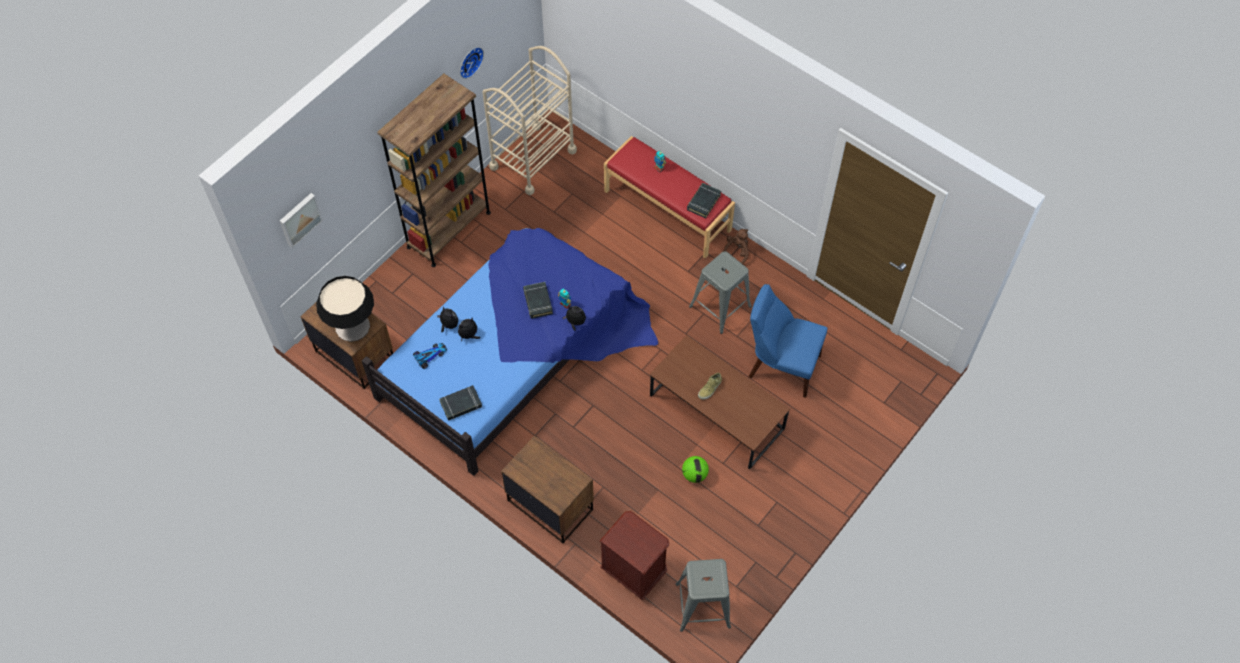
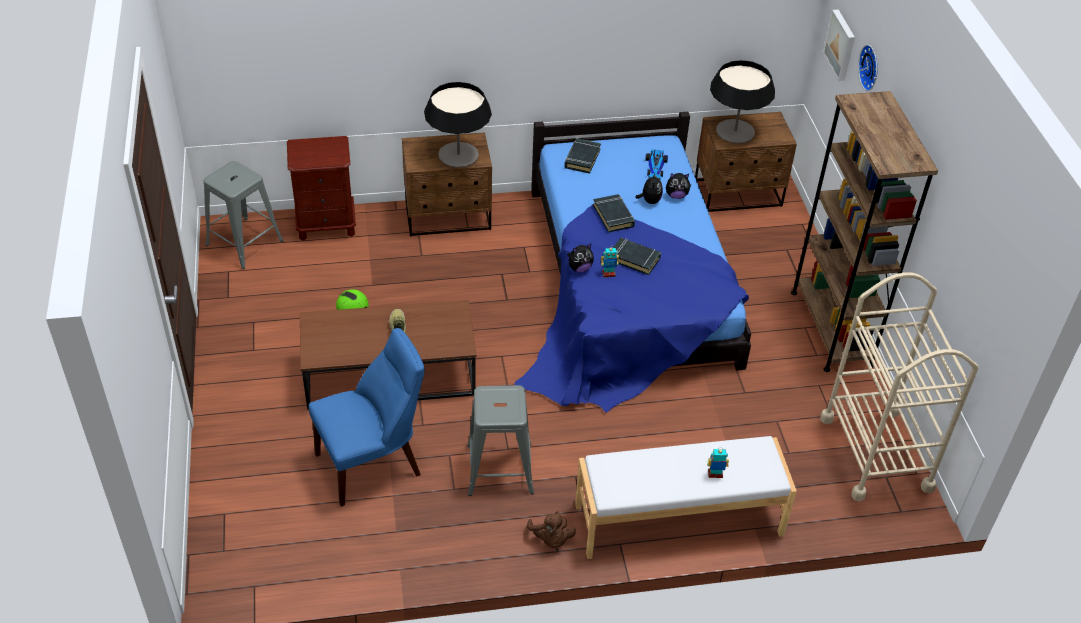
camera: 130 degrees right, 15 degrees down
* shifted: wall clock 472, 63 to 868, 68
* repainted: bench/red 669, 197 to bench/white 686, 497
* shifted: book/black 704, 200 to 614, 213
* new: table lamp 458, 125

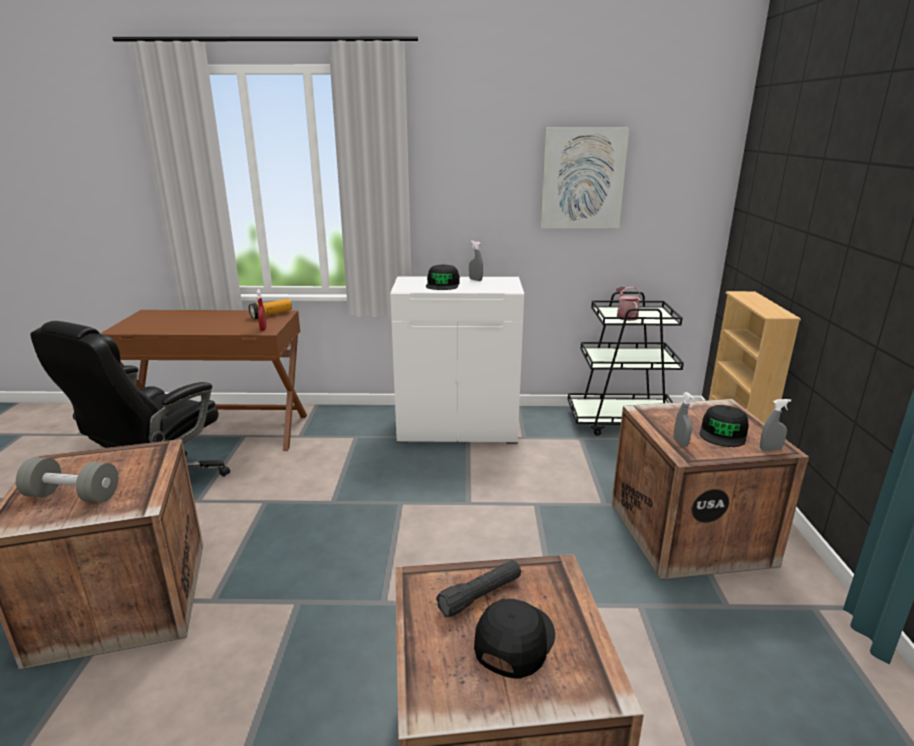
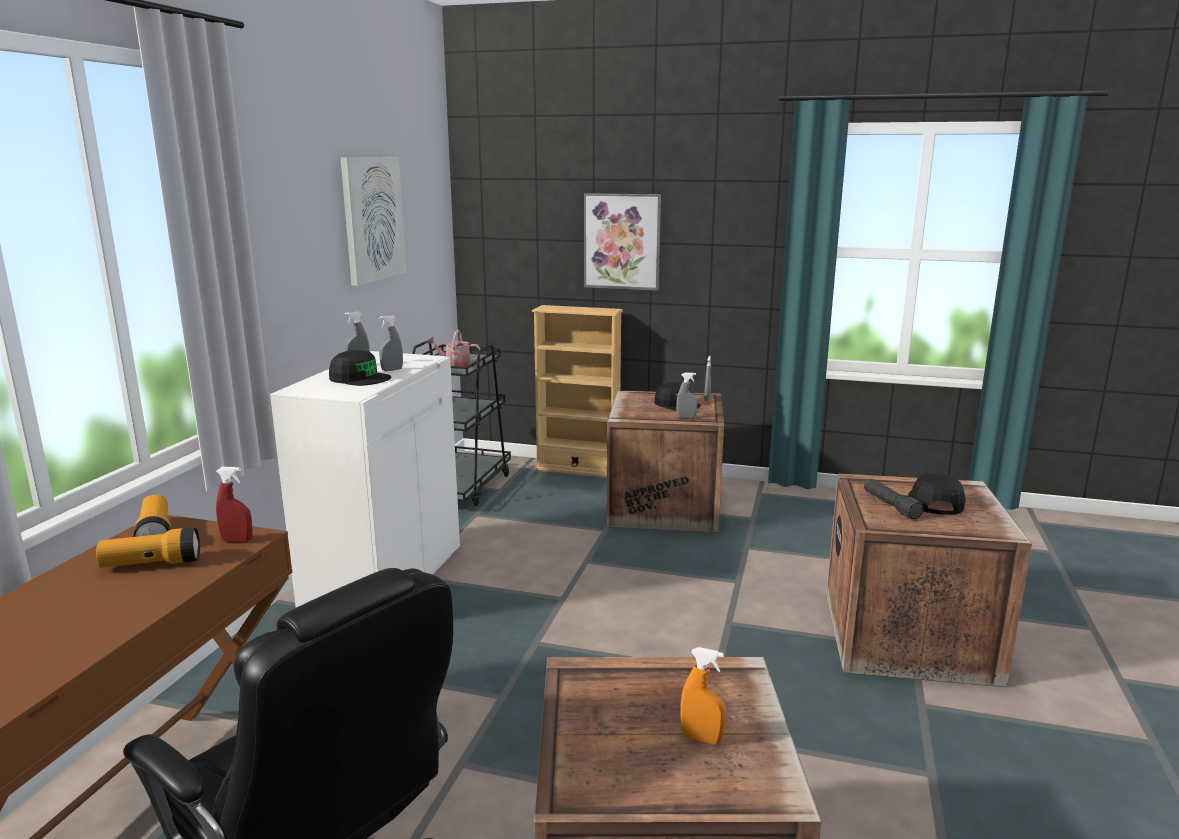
camera: 75 degrees left, 5 degrees down
* swapped: dumbbell/grey 67, 480 to spray bottle/orange 703, 695
* rotated: cap/black 514, 639 = 937, 494 60 degrees clockwise
* new: picture 622, 242
* new: spray bottle/grey 391, 343
* new: flashlight 148, 547

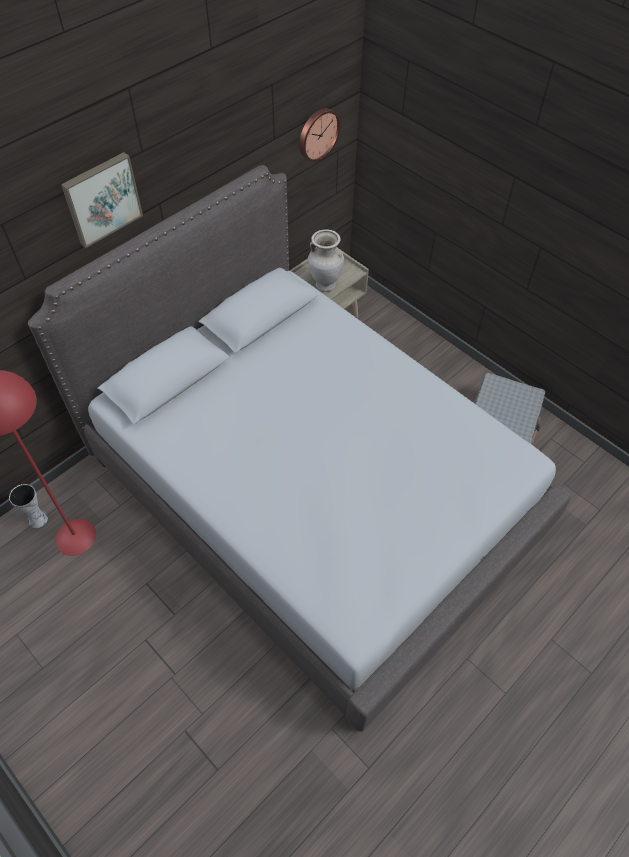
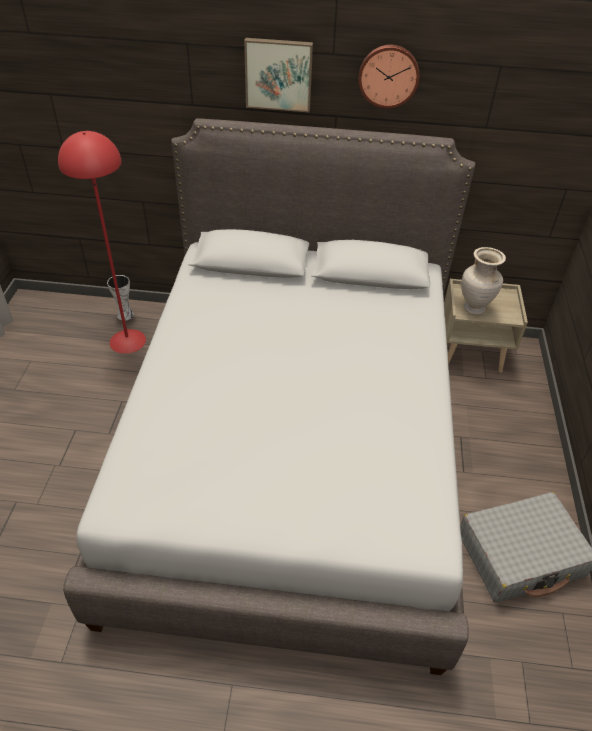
camera: 50 degrees right, 10 degrees down
* shifted: wall clock 320, 135 to 389, 77

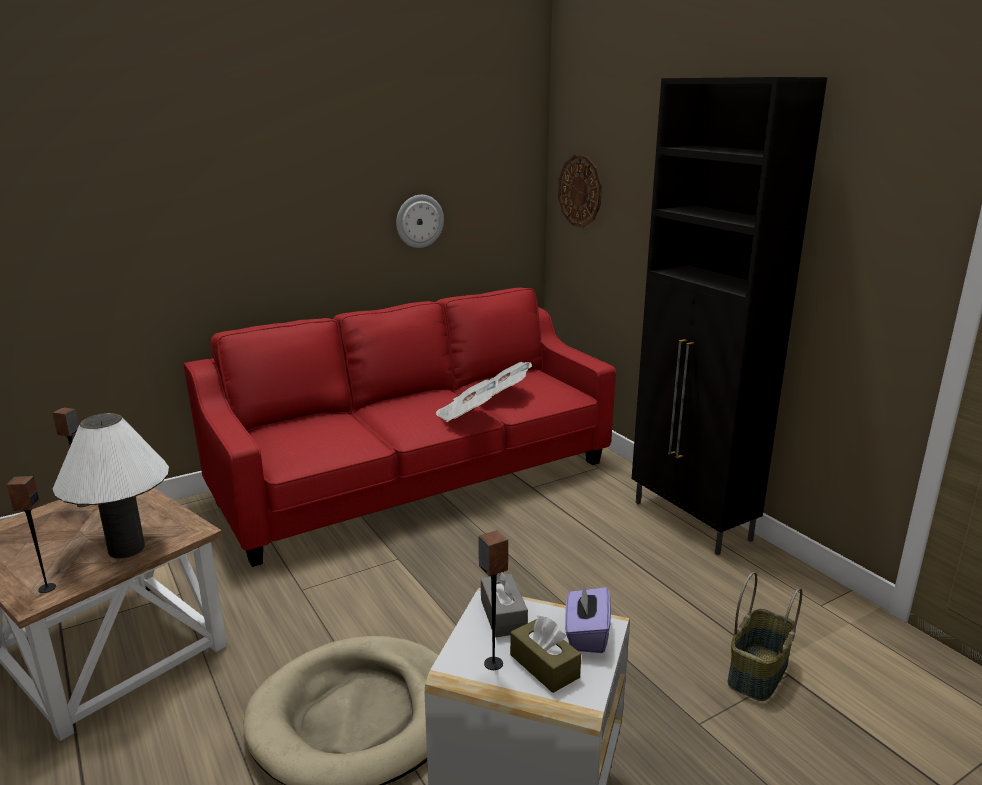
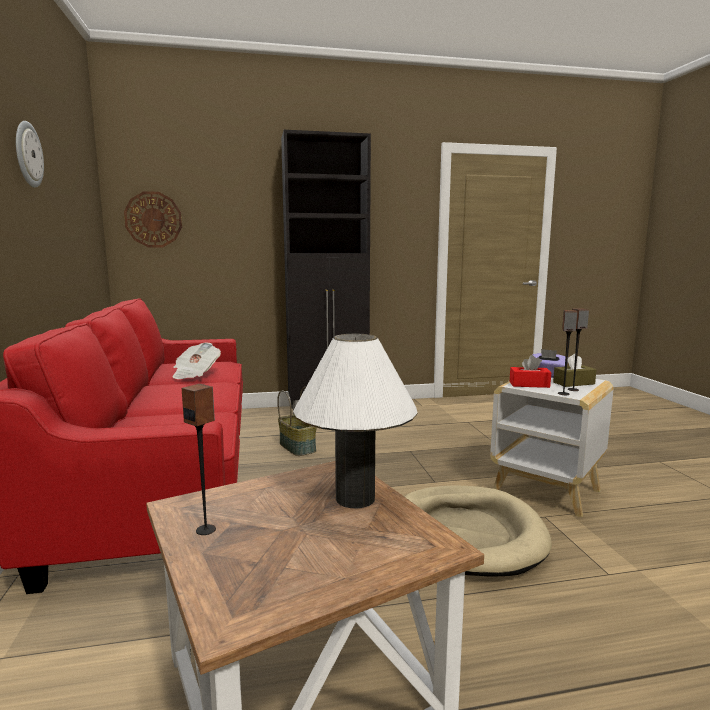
camera: 70 degrees left, 10 degrees down
* shifted: wall clock 420, 221 to 30, 154
* gone: newspaper 467, 401
* shifted: speaker 31, 534 to 567, 352
* repainted: tissue box/grey 504, 605 to tissue box/red 530, 371
* shifted: basket 765, 636 to 297, 421

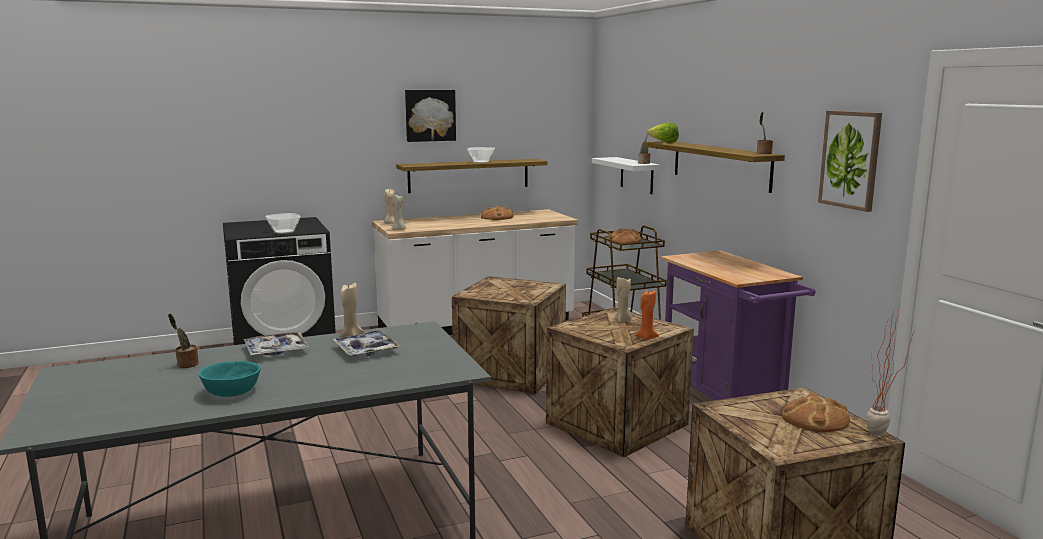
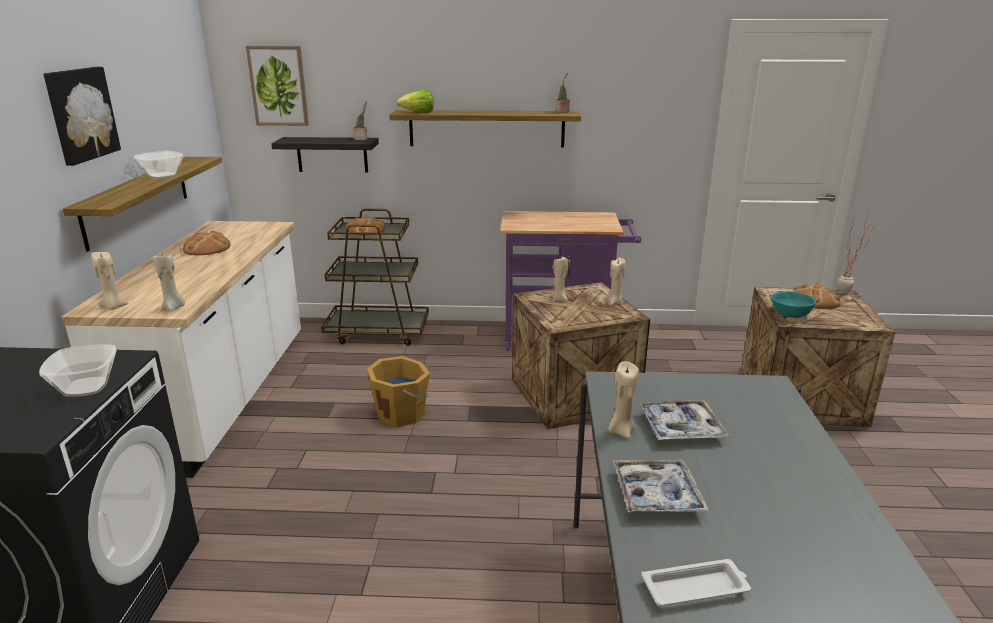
camera: 65 degrees left, 10 degrees up
* shifted: picture 850, 161 to 277, 86
* repainted: shelf/white 626, 175 to shelf/black 325, 155
* swapped: crate 509, 335 to bucket/orange 398, 391
* repainted: candle/orange 647, 315 to candle/beige 615, 281
* swapped: potted plant 183, 340 to tray/white 696, 582
* shifted: bowl/turquoise 230, 379 to 793, 304

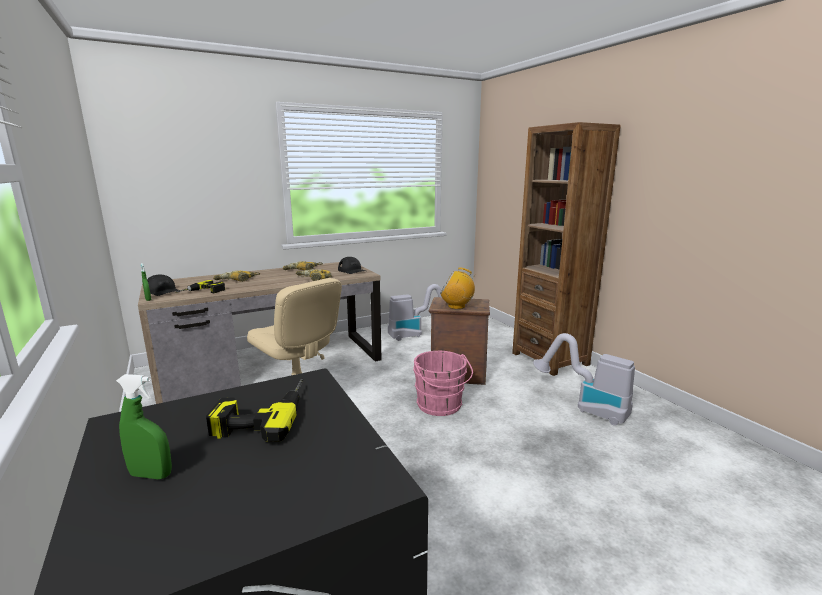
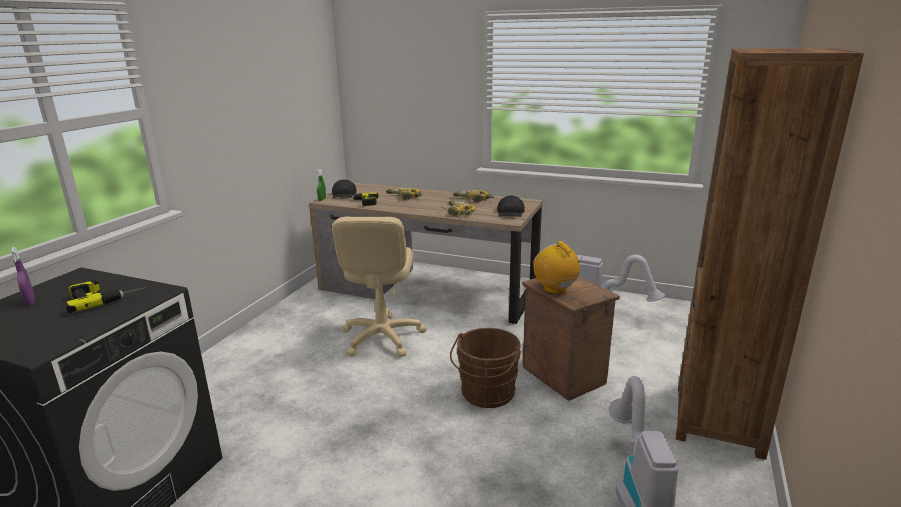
camera: 50 degrees right, 5 degrees up
* repainted: bucket/pink 443, 383 to bucket/brown 485, 368
* repainted: spray bottle/green 144, 426 to spray bottle/purple 23, 276

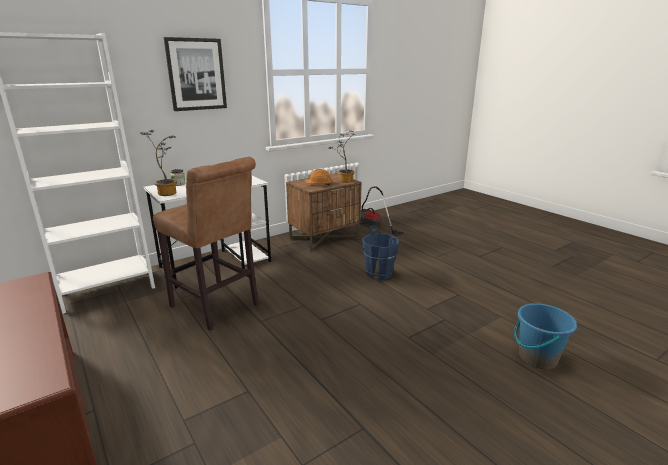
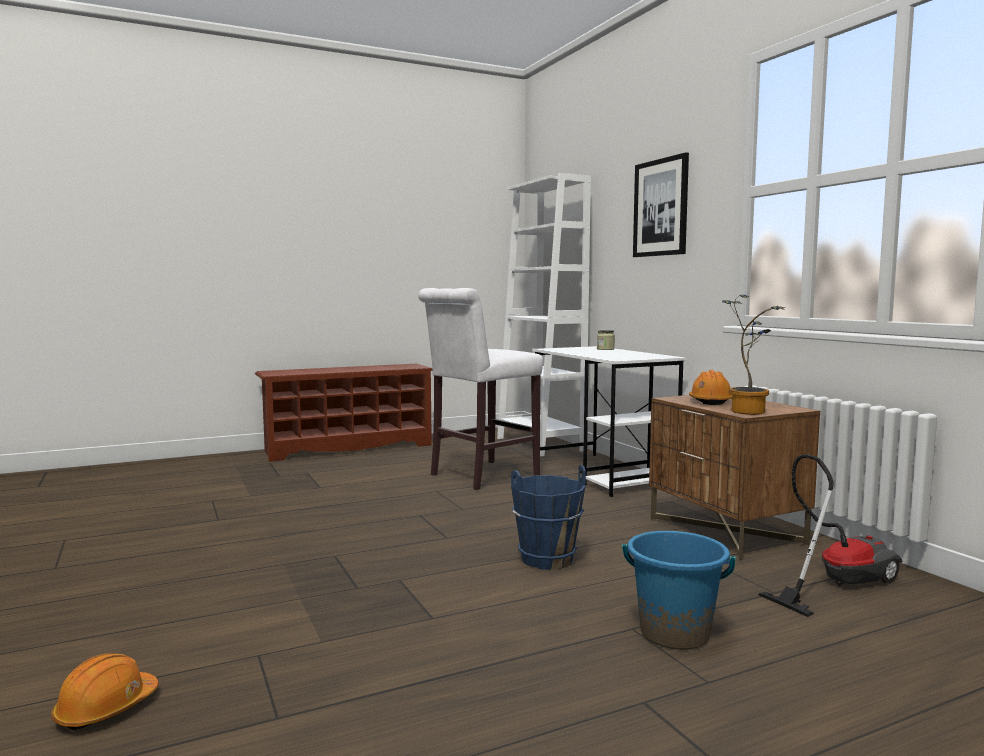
camera: 100 degrees right, 15 degrees down
* gone: potted plant 158, 163
* repainted: stool/brown 206, 244 to stool/white 480, 389
* shifted: bucket/blue 545, 336 to 678, 590
* new: hard hat/orange 105, 692

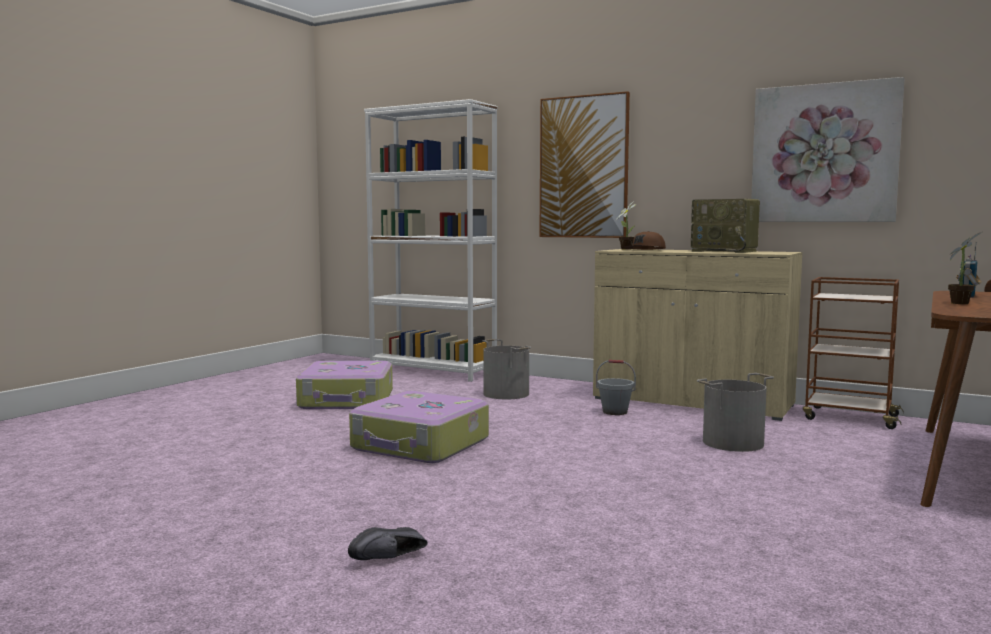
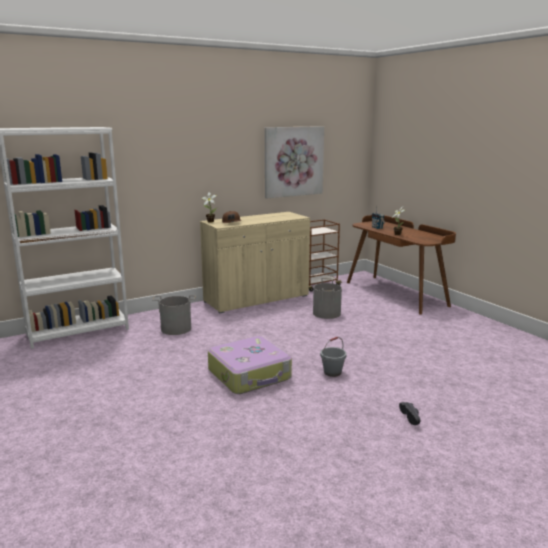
camera: 60 degrees left, 10 degrees up
* gone: picture 584, 164
* gone: radio 725, 226
* shifted: bucket/grey 616, 387 to 333, 357
* gone: suitcase 344, 385

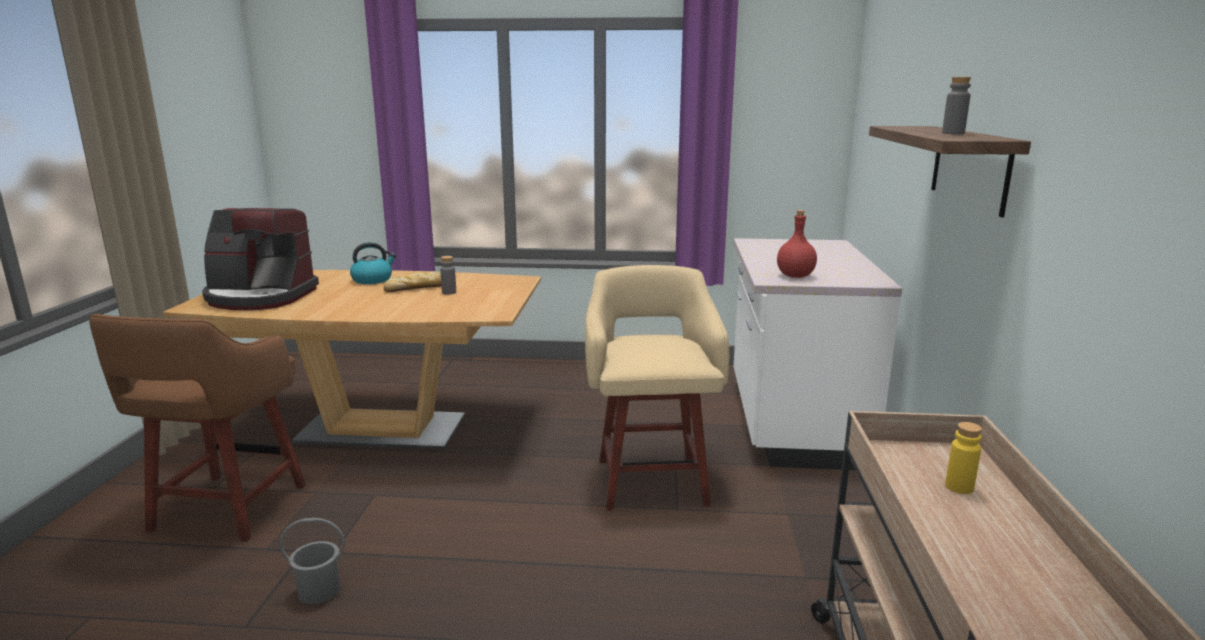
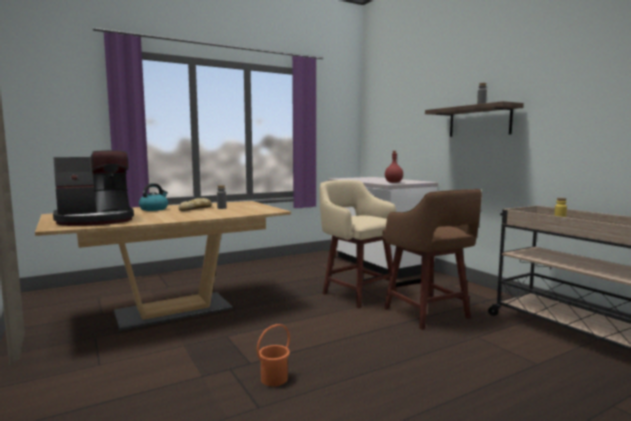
camera: 35 degrees left, 10 degrees down
* shifted: stool/brown 197, 428 to 432, 259
* repainted: bucket/grey 312, 561 to bucket/orange 273, 355

